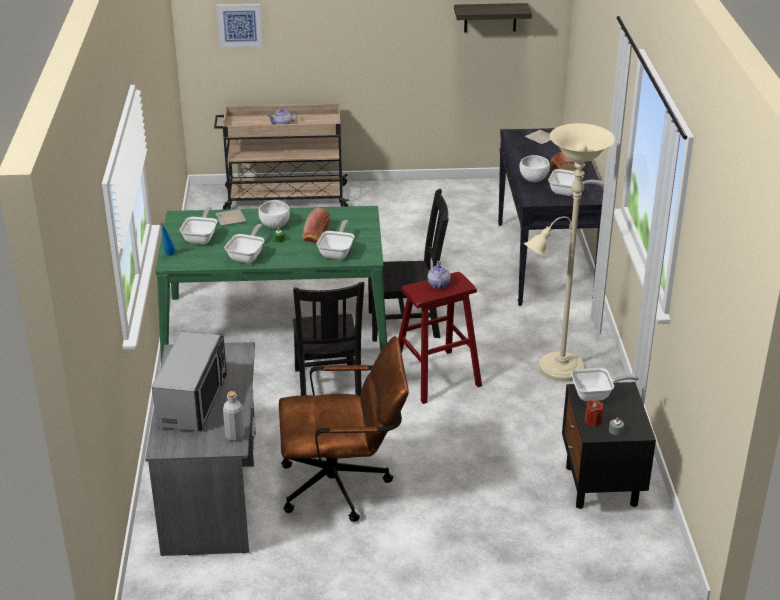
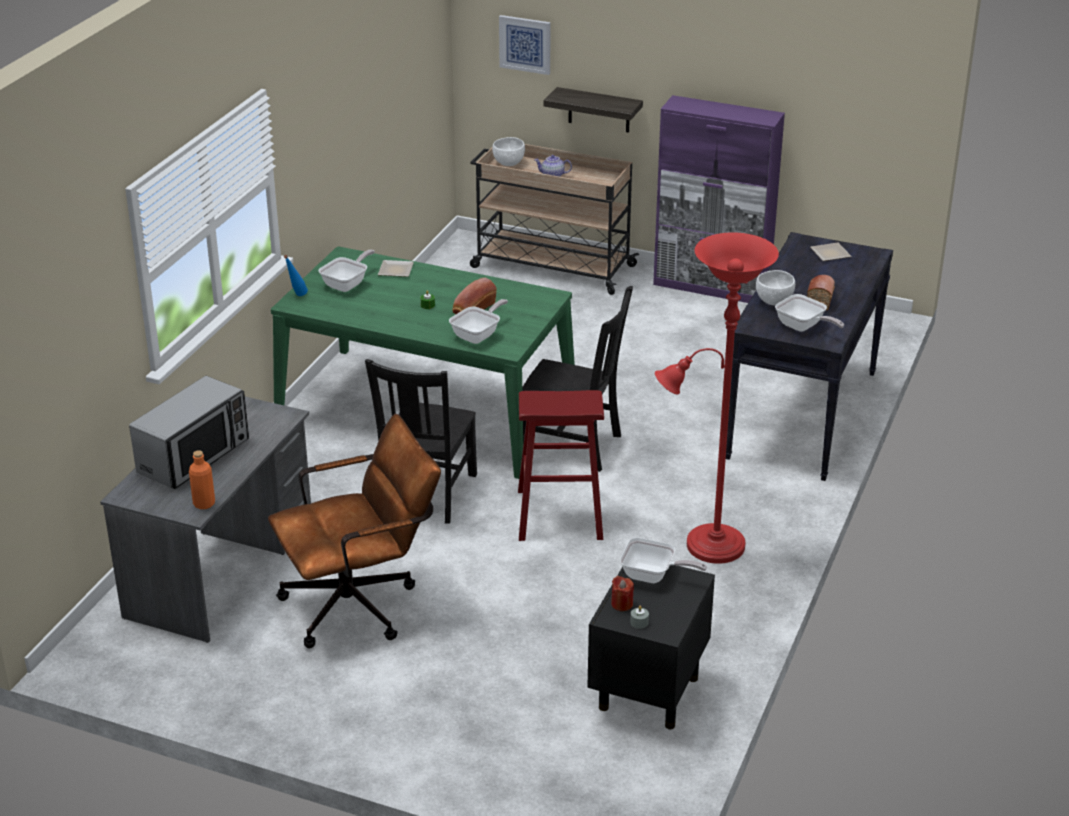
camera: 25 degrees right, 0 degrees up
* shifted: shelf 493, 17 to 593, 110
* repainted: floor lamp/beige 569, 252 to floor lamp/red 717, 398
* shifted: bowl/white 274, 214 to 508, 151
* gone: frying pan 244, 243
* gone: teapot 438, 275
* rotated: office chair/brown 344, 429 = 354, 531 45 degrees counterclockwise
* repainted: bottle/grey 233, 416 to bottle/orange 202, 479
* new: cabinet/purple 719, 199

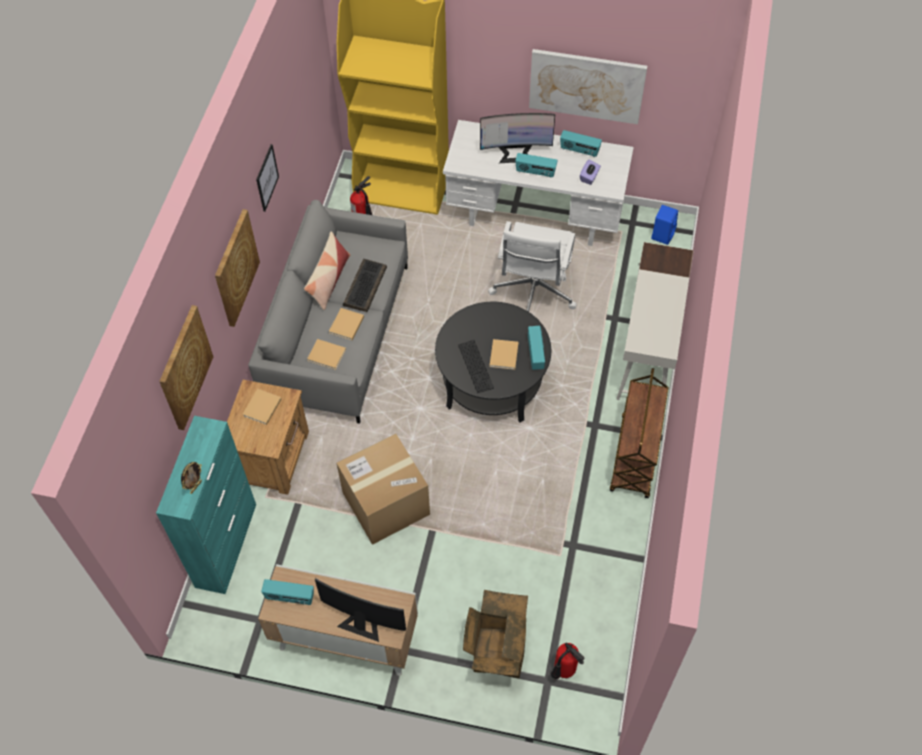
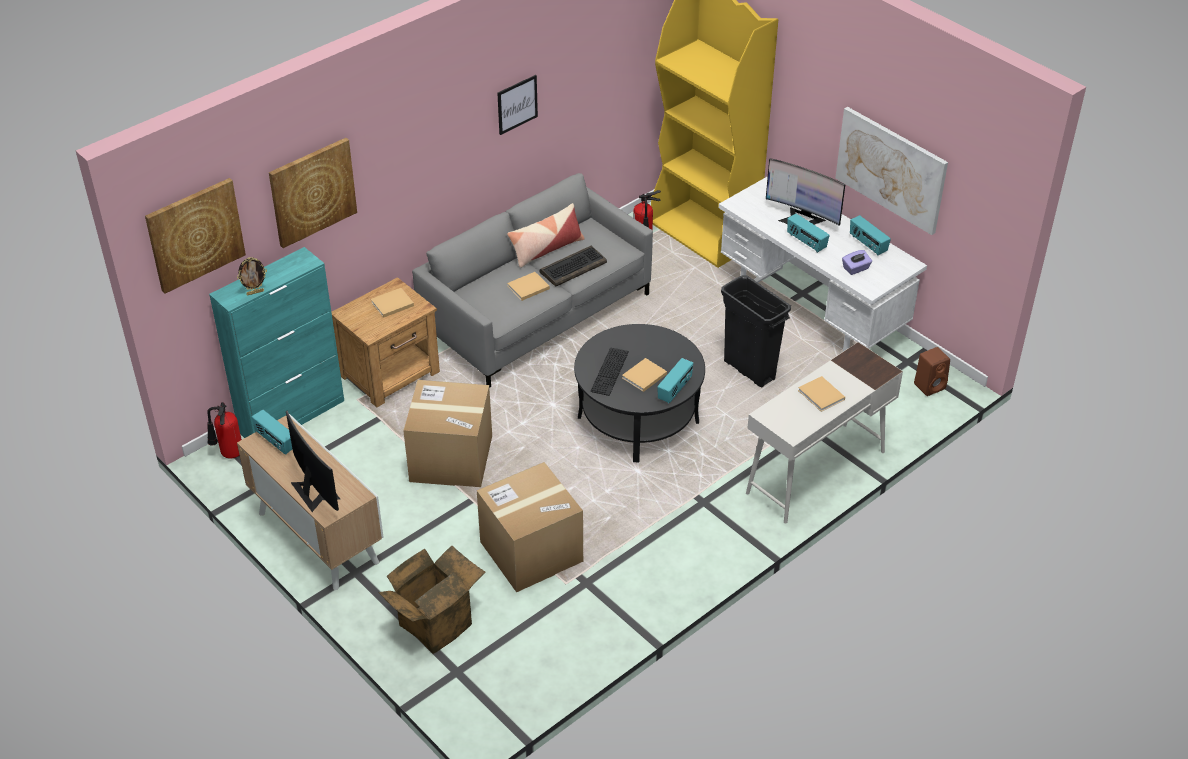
camera: 35 degrees right, 15 degrees down
* repainted: speaker/blue 664, 225 to speaker/brown 932, 371
* shifted: picture 237, 268 to 195, 236
* swapped: office chair/white 532, 266 to trash can/black 756, 331
* shifted: book/beige 326, 354 to 821, 394
* gone: cart/brown 639, 433
* shifted: fire extinguisher 568, 660 to 224, 430
* new: cardboard box 530, 527

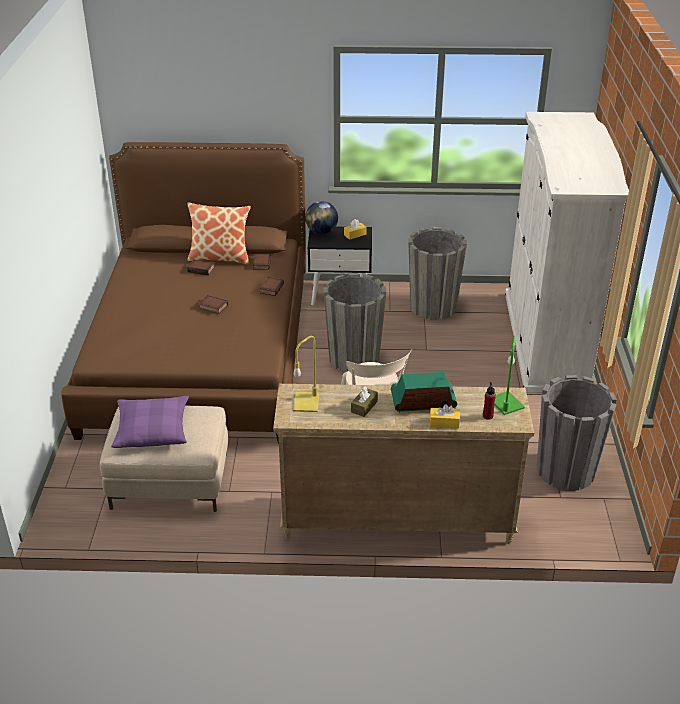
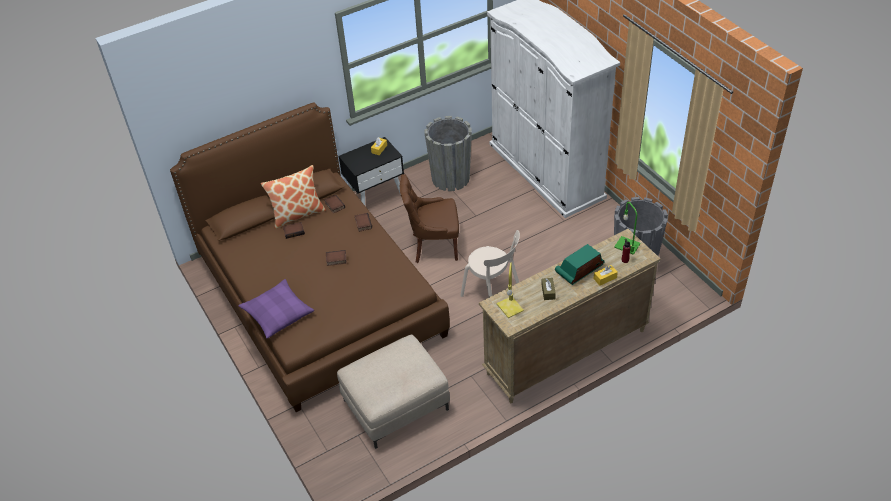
camera: 30 degrees left, 10 degrees up
* gone: globe 321, 218
* swapped: planter/grey 354, 322 to chair/brown 429, 218
* shifted: pillow/purple 150, 422 to 276, 308

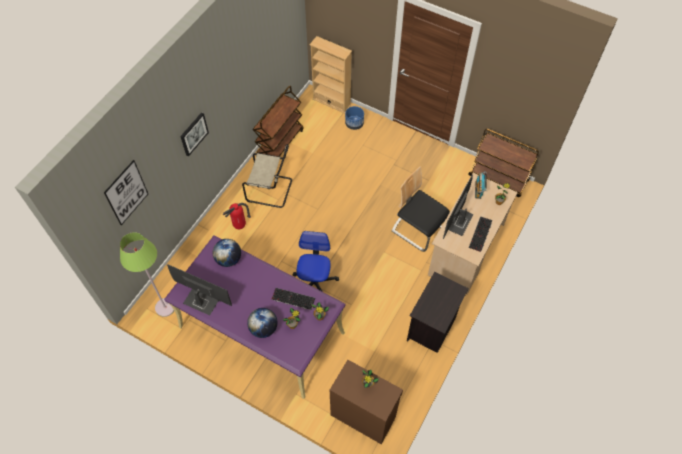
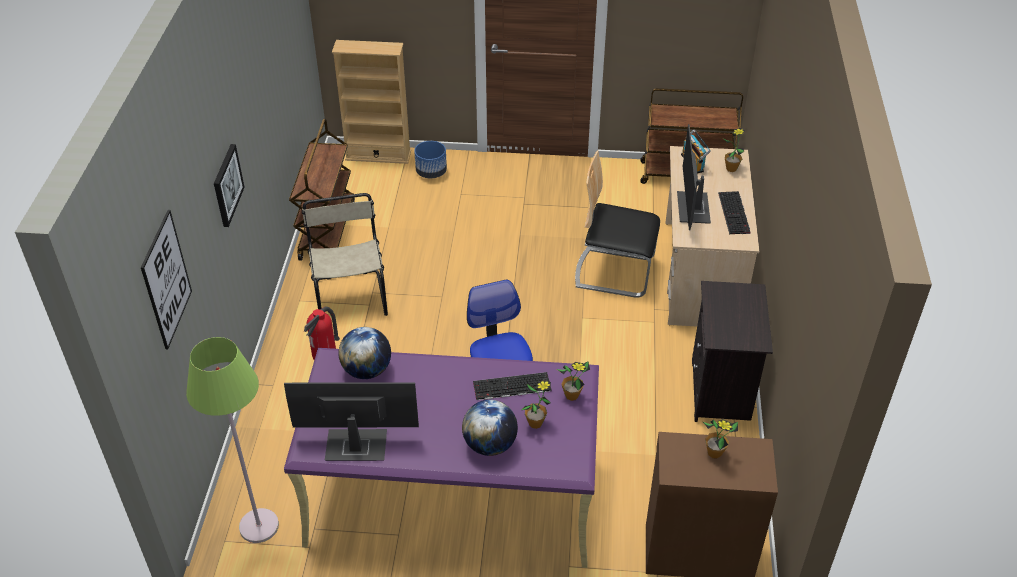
camera: 25 degrees left, 15 degrees down
* rotated: chair/beige 267, 176 = 345, 254 90 degrees counterclockwise

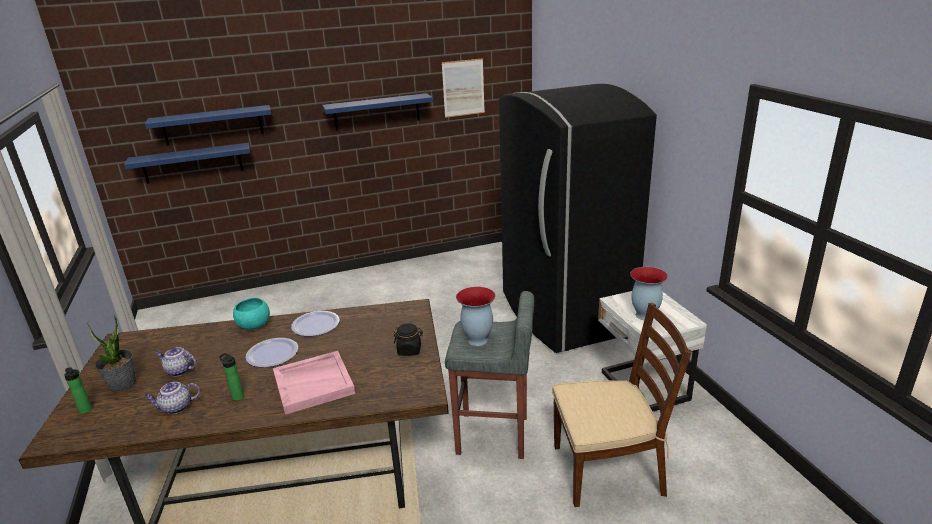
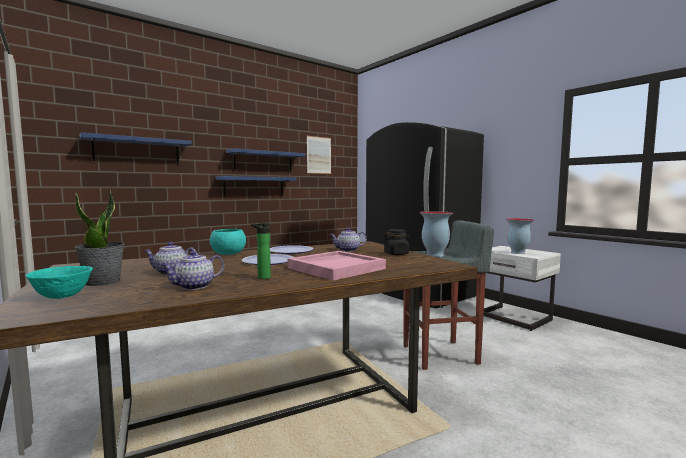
camera: 20 degrees left, 20 degrees down
* shifted: shelf/blue 187, 163 to 256, 186
* gone: chair/brown 621, 405
* swapped: bottle 78, 391 to bowl/turquoise 59, 282
* new: teapot 348, 240

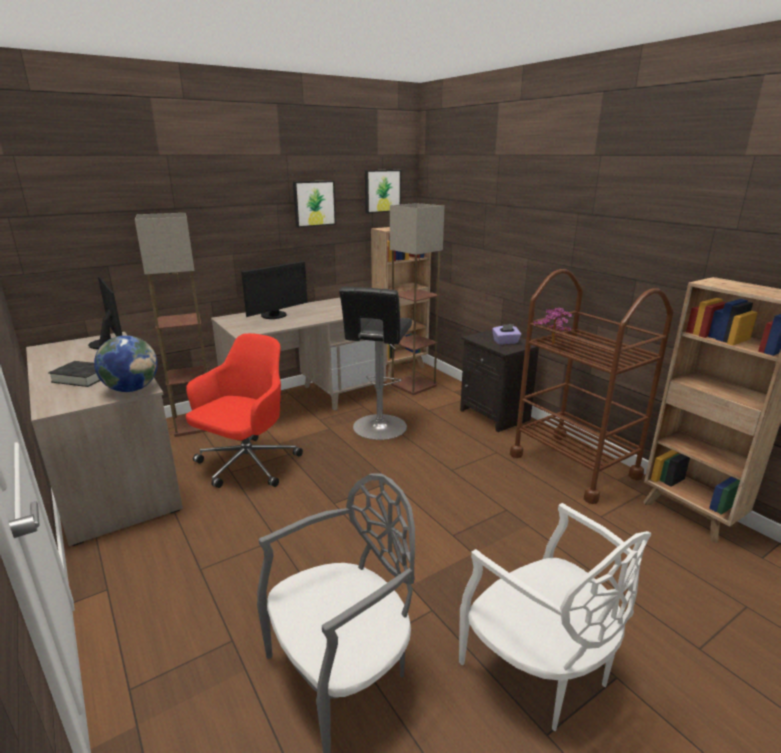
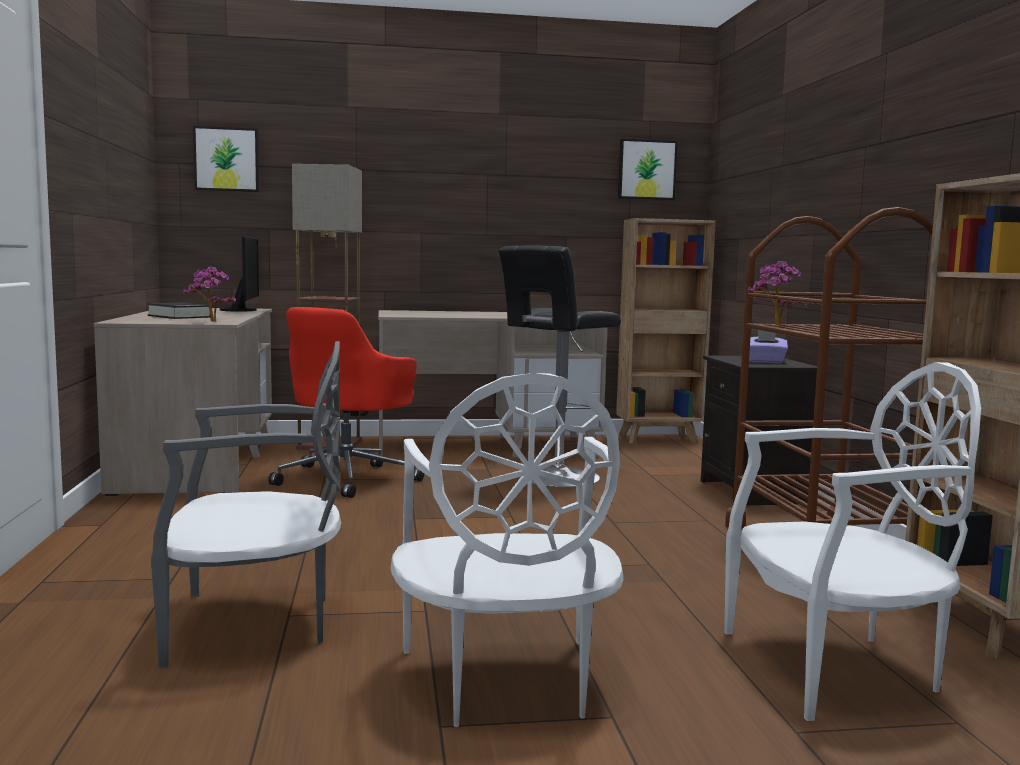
camera: 25 degrees right, 15 degrees down
* shifted: picture 314, 204 to 226, 159
* gone: floor lamp 417, 299
* gone: monitor 274, 290
* rotated: office chair/red 244, 410 = 346, 402 150 degrees clockwise
* swapped: globe 126, 363 to potted plant 209, 294
* new: chair/white 852, 541

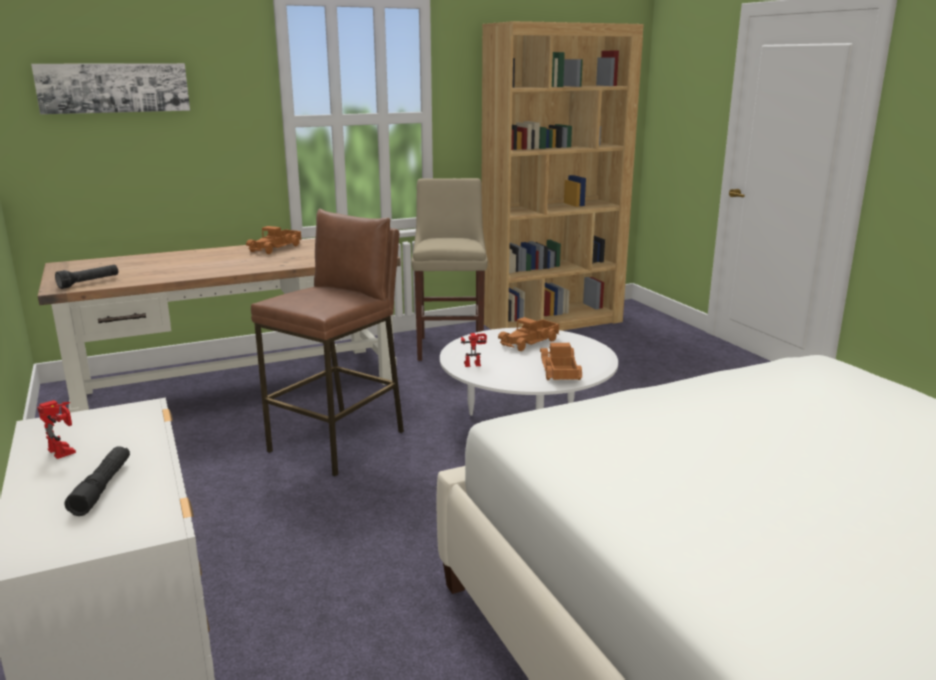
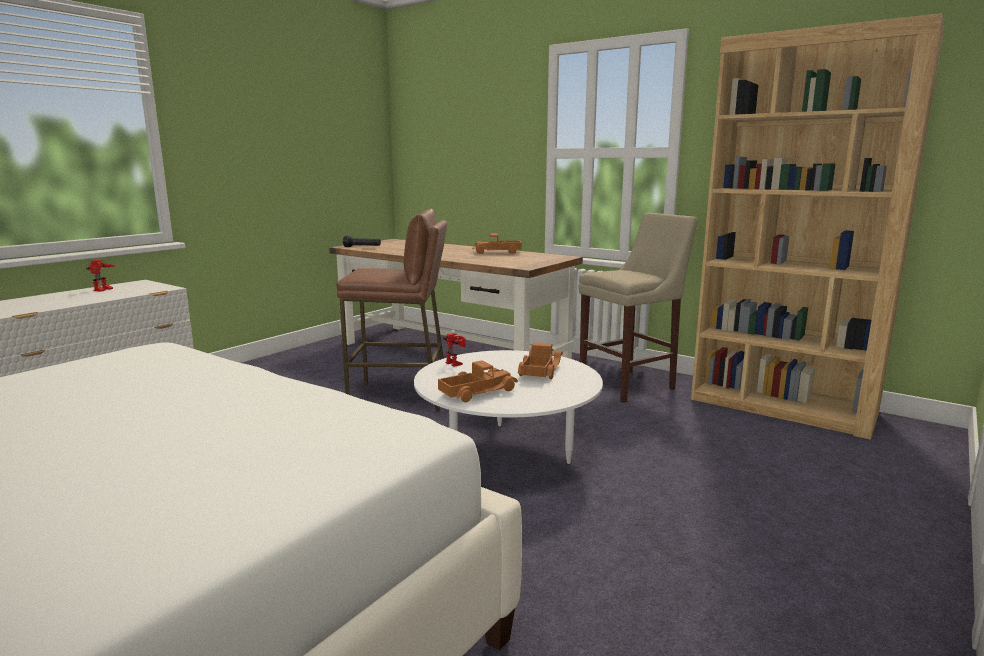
camera: 60 degrees right, 5 degrees down
* gone: picture 110, 88
* rotated: toy truck 528, 334 = 540, 360 90 degrees clockwise
* gone: flashlight/black 97, 481

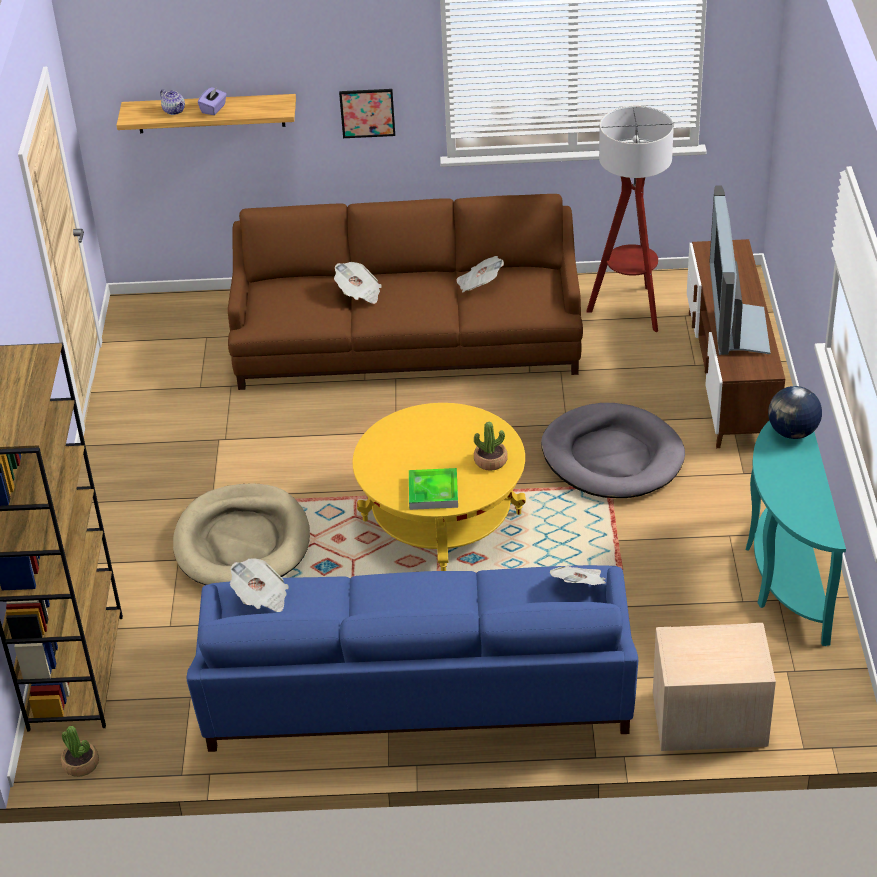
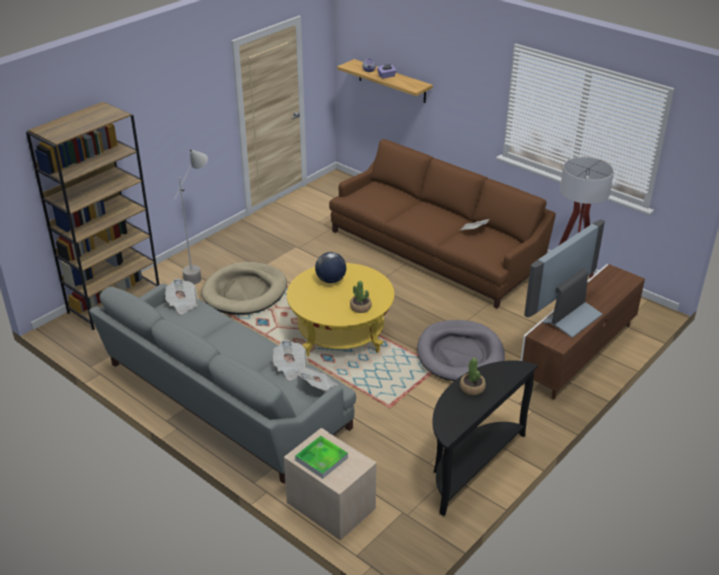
camera: 40 degrees right, 5 degrees down
* gone: picture 367, 113
* shifted: newspaper 358, 283 to 290, 360
* shifted: globe 795, 412 to 330, 267
* repainted: console table/turquoise 796, 533 to console table/black 485, 438
* shifted: tray 433, 489 to 321, 457
* repainted: sofa/blue 412, 658 to sofa/grey 222, 383
* shifted: potted plant 80, 751 to 473, 376
* new: floor lamp/grey 191, 216

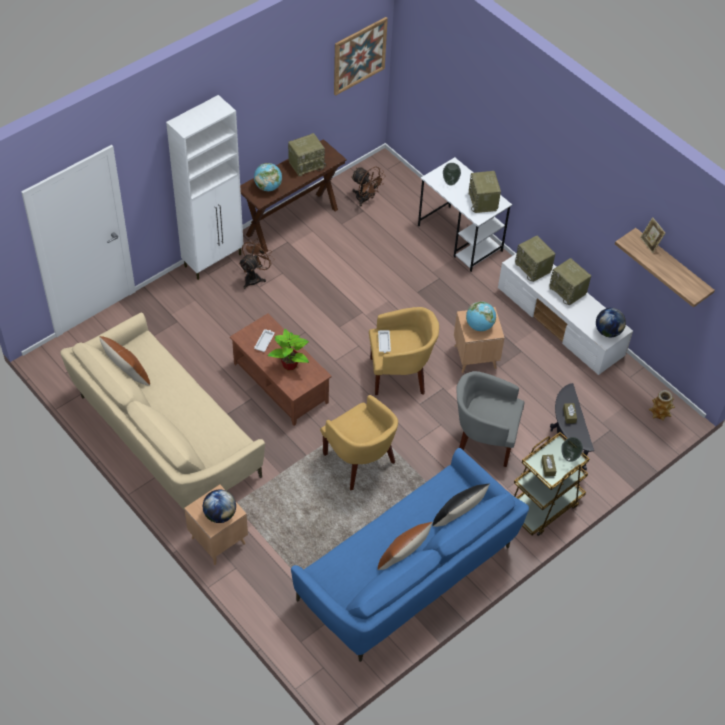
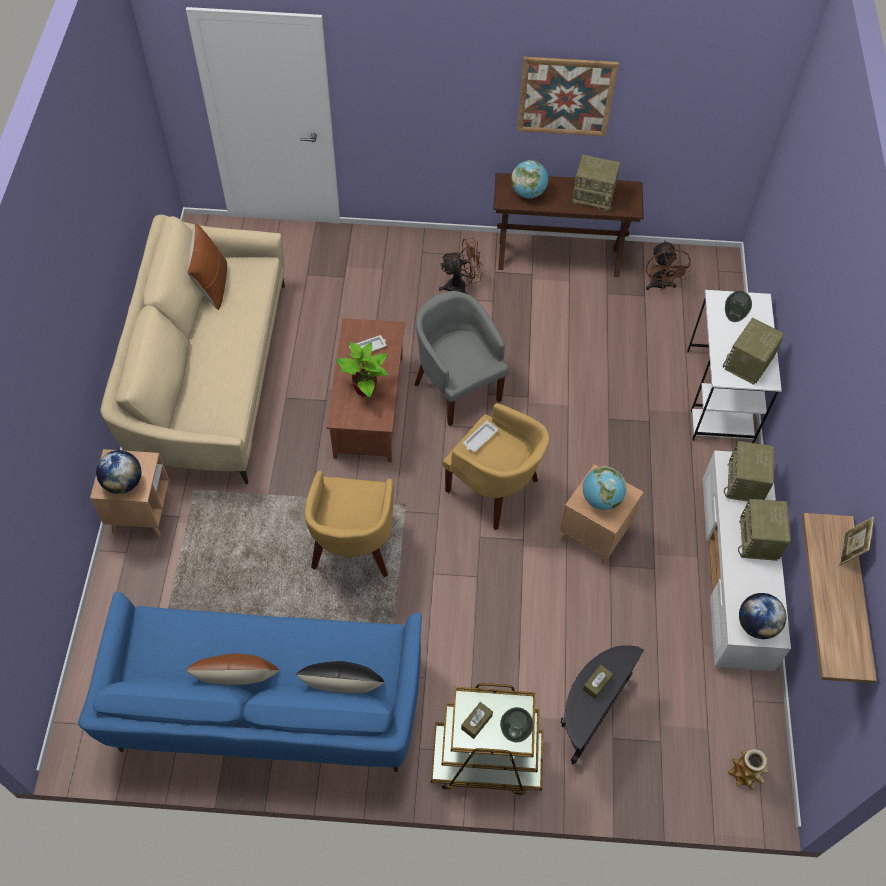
camera: 45 degrees right, 5 degrees up
* shifted: picture 361, 56 to 568, 96
* gone: cabinet/white 204, 187
* shifted: armchair/grey 490, 419 to 461, 358

